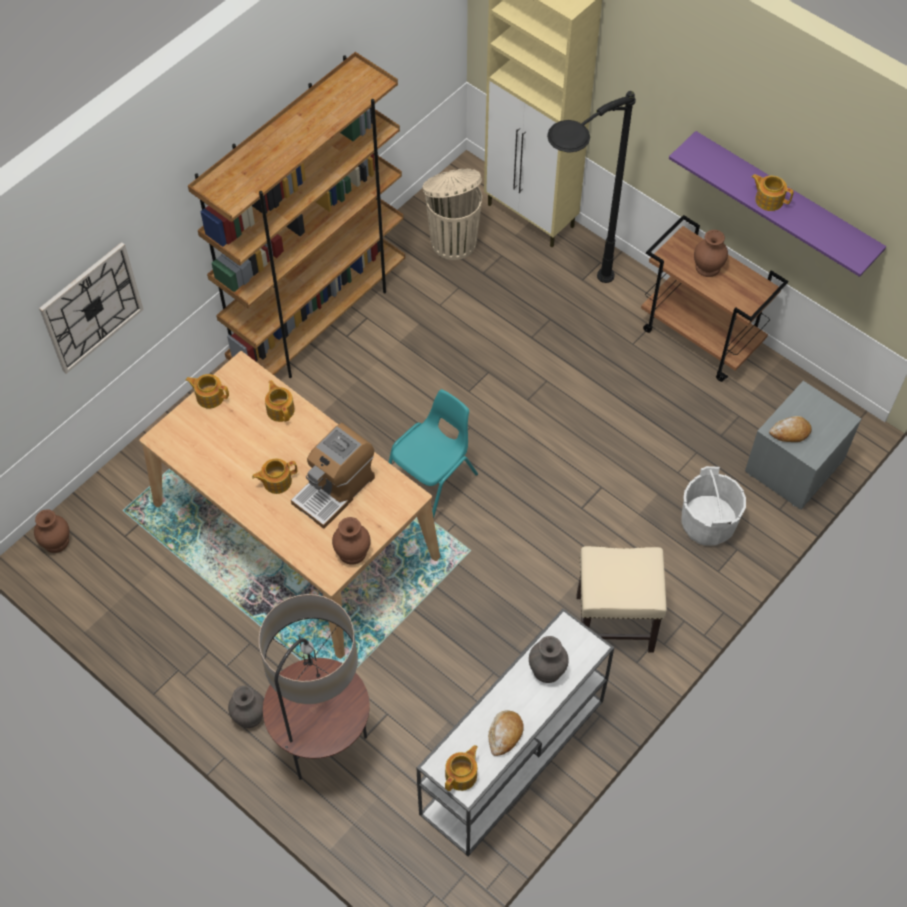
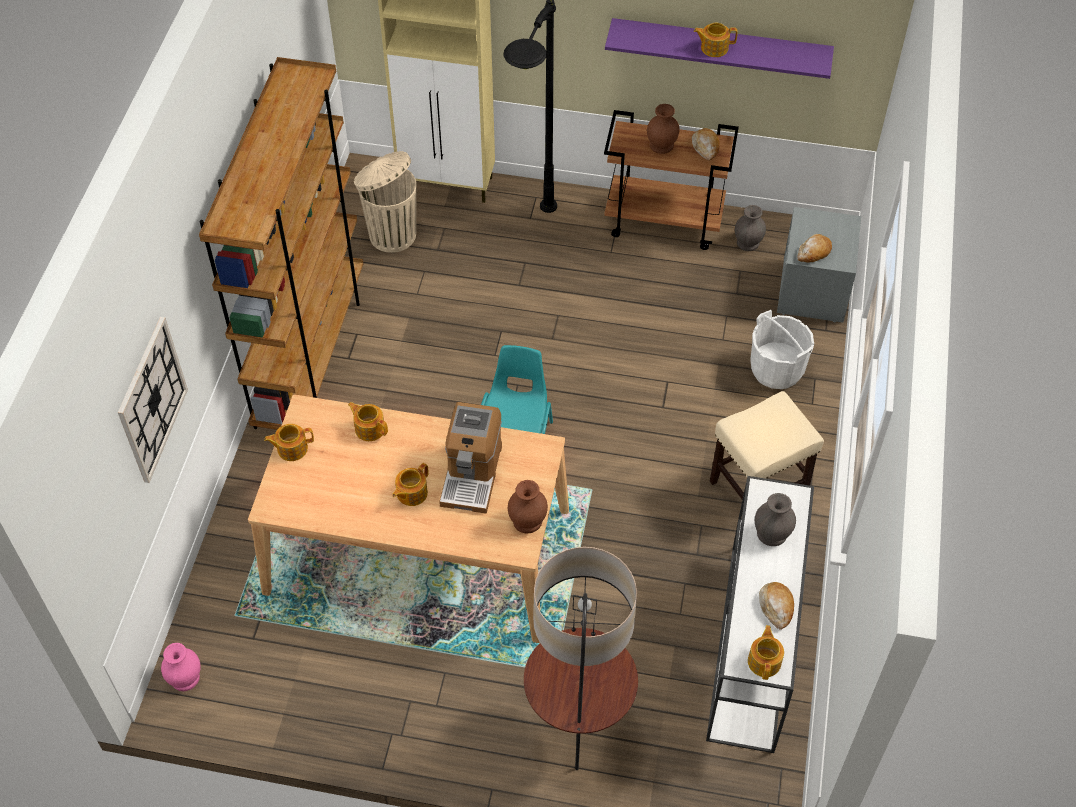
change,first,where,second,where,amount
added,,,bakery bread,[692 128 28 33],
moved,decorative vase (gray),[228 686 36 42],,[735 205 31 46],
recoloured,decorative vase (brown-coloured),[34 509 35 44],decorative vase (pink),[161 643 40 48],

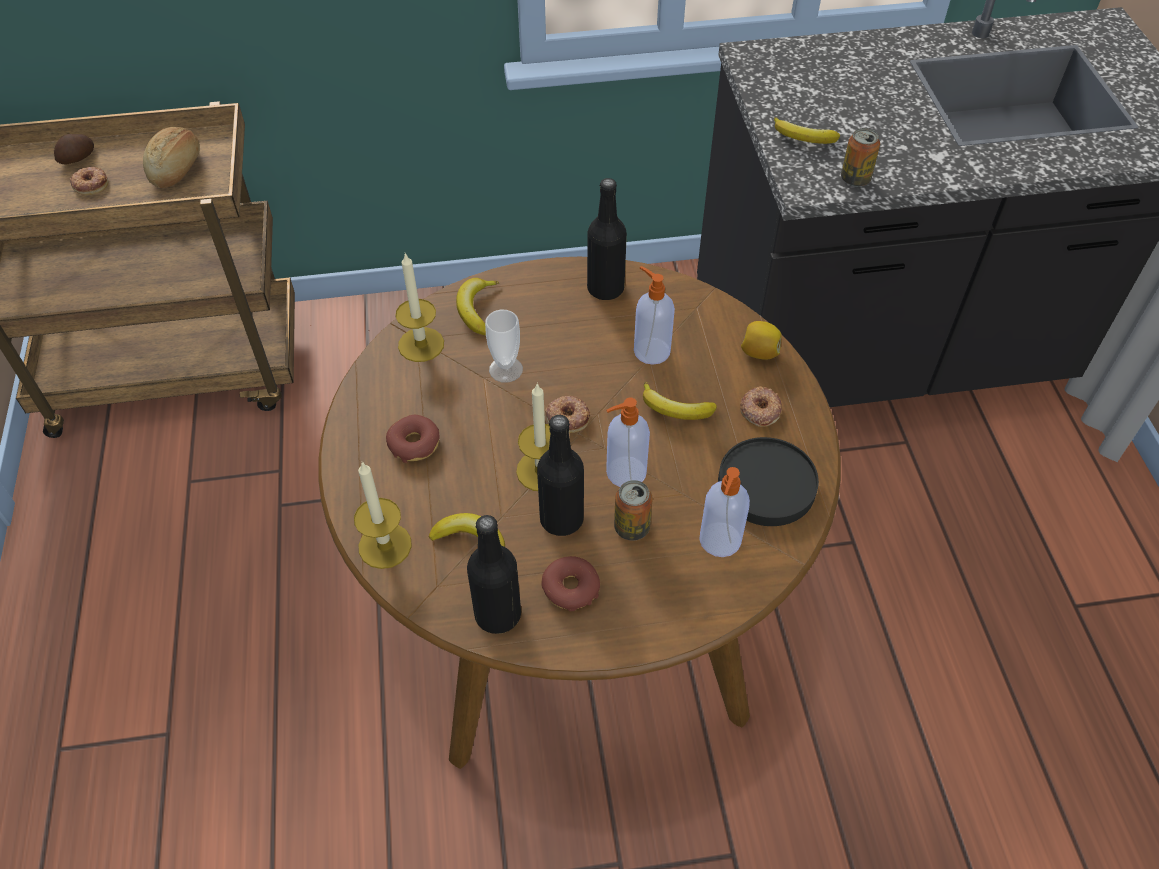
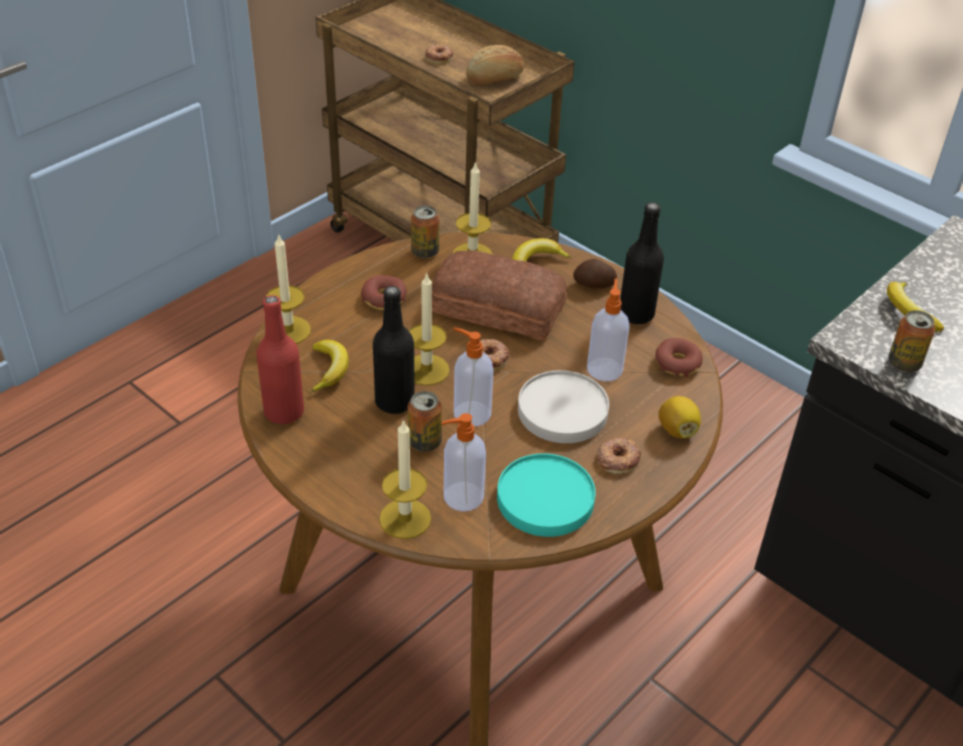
change,first,where,second,where,amount
added,,,wax candle,[379 419 52 120],
added,,,metal can,[411 205 28 53],
moved,spud,[54 134 40 30],,[573 259 44 29],
moved,ring doughnut,[541 556 59 55],,[655 338 48 40],
replaced,cup,[485 310 38 73],bakery bread,[432 251 135 89],
replaced,banana,[643 382 74 38],dinner plate (whitish),[518 370 91 73],
recoloured,bottle (black-coloured),[467 515 54 119],bottle (red-coloured),[256 295 48 129],
recoloured,dinner plate (black-coloured),[718 437 101 89],dinner plate (blue-green),[497 453 99 84],

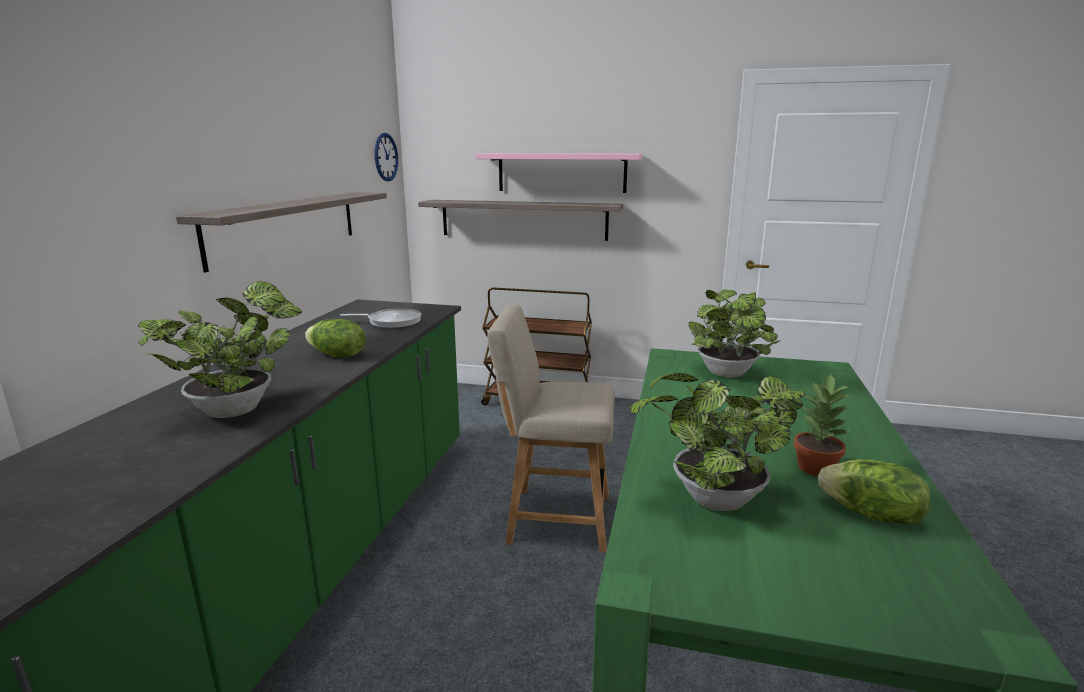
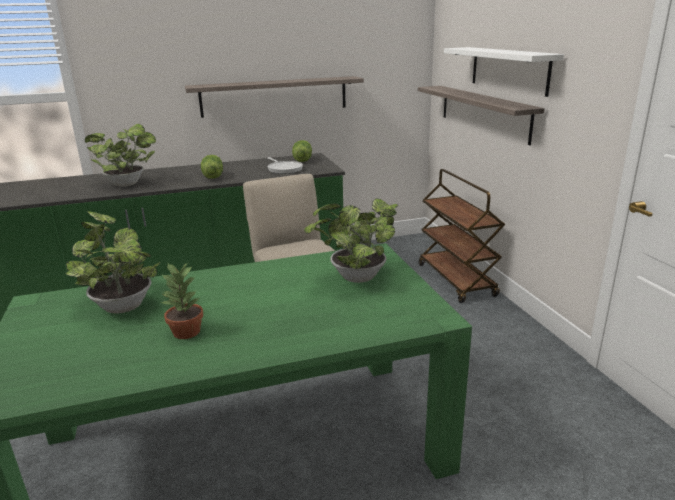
change,first,where,second,where,amount
removed,hanging clock,[375 133 23 48],,,
moved,lettuce head,[818 459 112 66],,[292 140 20 22],
recoloured,shelf (pink),[476 153 166 40],shelf (whitish),[444 47 120 50],

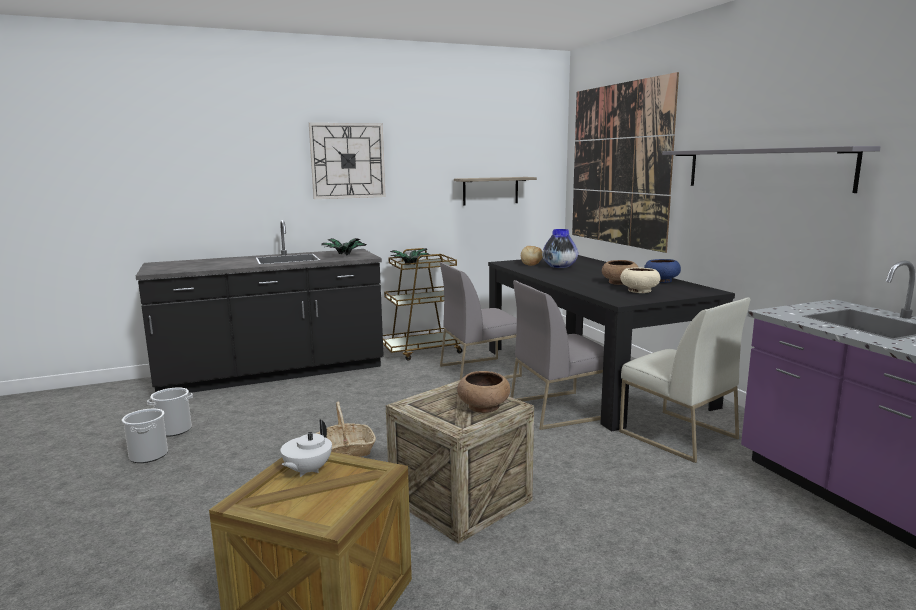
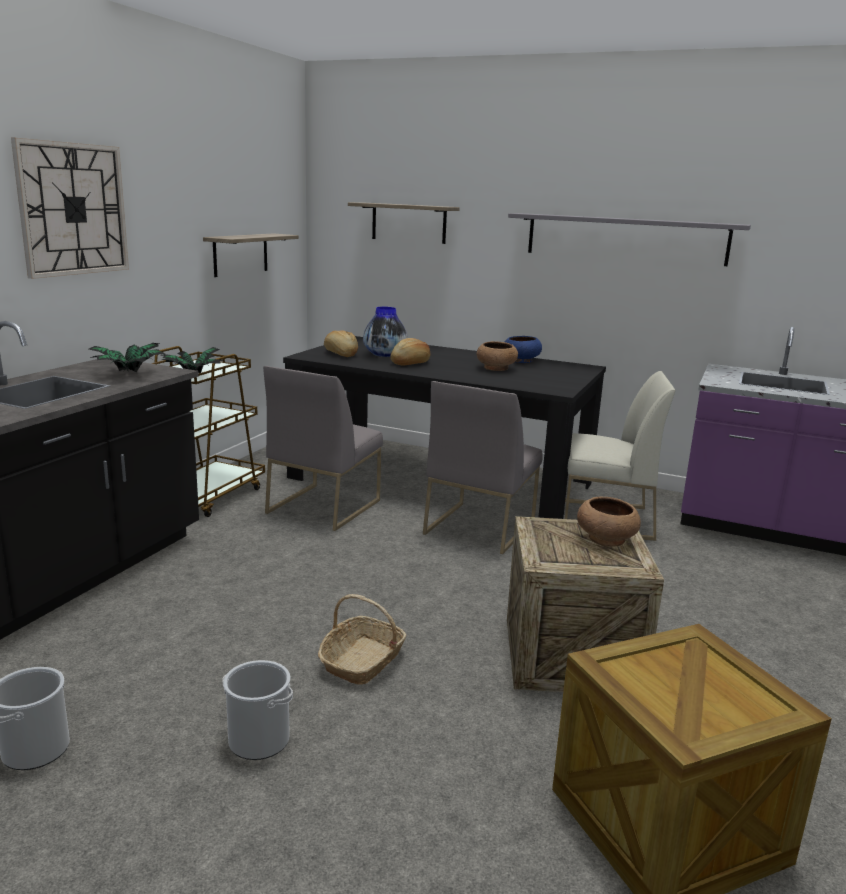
change,first,where,second,where,amount
removed,tea pot (whitish),[281 420 51 57],,,
removed,deep dish (beige),[620 268 40 25],,,
added,,,bakery bread,[390 338 40 28],
moved,pail,[122 409 46 54],,[222 660 71 100],
replaced,wall picture,[572 72 107 181],shelf,[348 202 112 42],

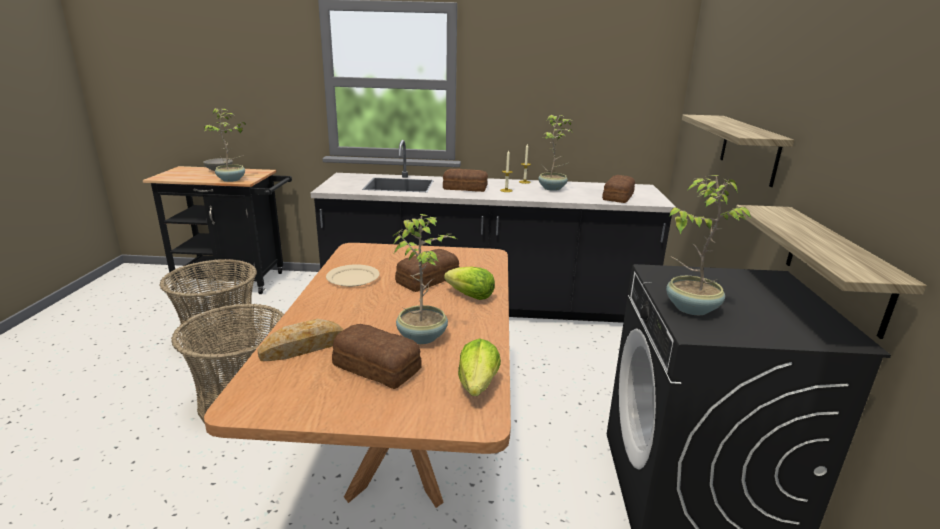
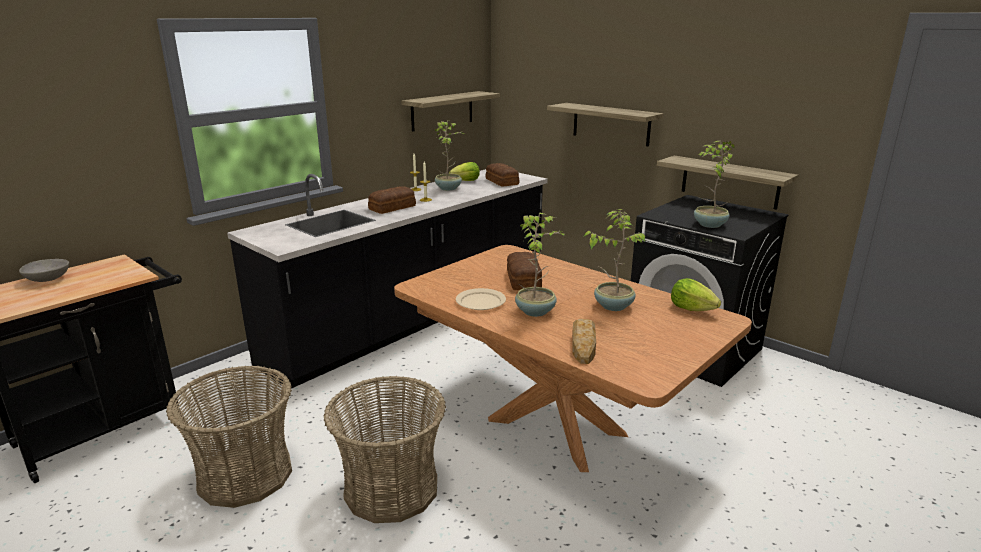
change,first,where,second,where,amount
removed,bakery bread,[332 324 90 65],,,
added,,,shelf,[401 91 99 41],
moved,potted plant,[204 108 42 74],,[515 213 50 104],
moved,lettuce head,[444 267 51 33],,[449 162 31 19],

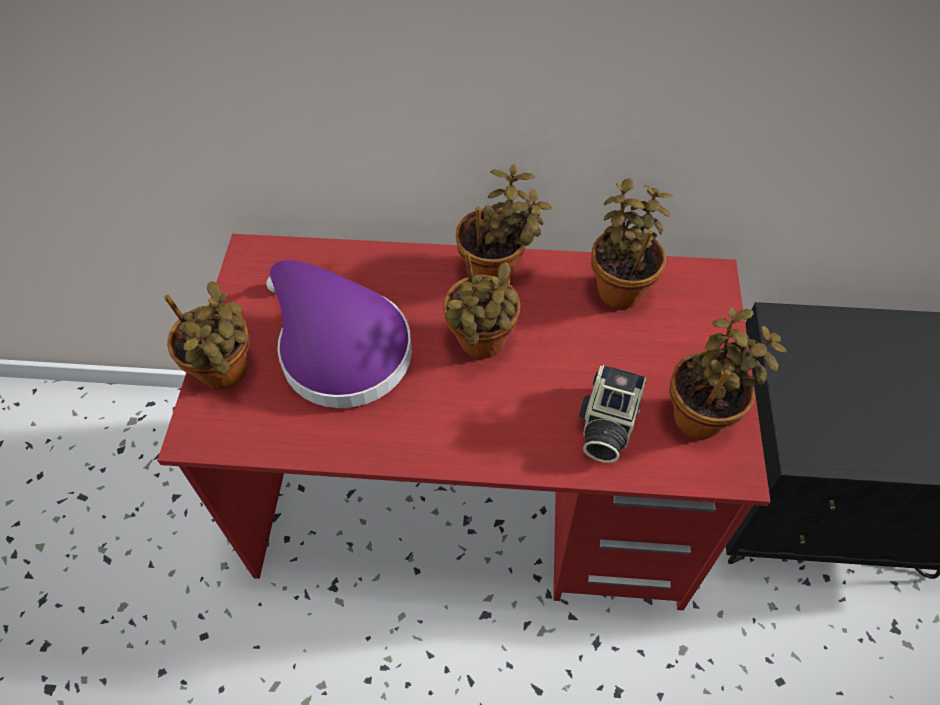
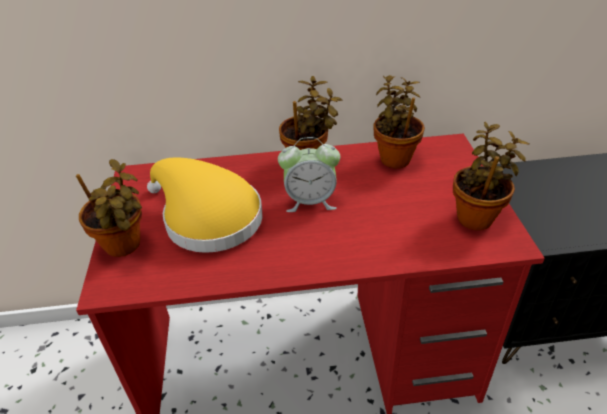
change,first,where,second,where,amount
removed,photo camera,[579 365 68 98],,,
replaced,potted plant,[443 251 77 108],alarm clock,[278 137 62 75],
recoloured,wearable hat (purplish),[267 260 145 148],wearable hat (yellowish),[147 158 116 95],

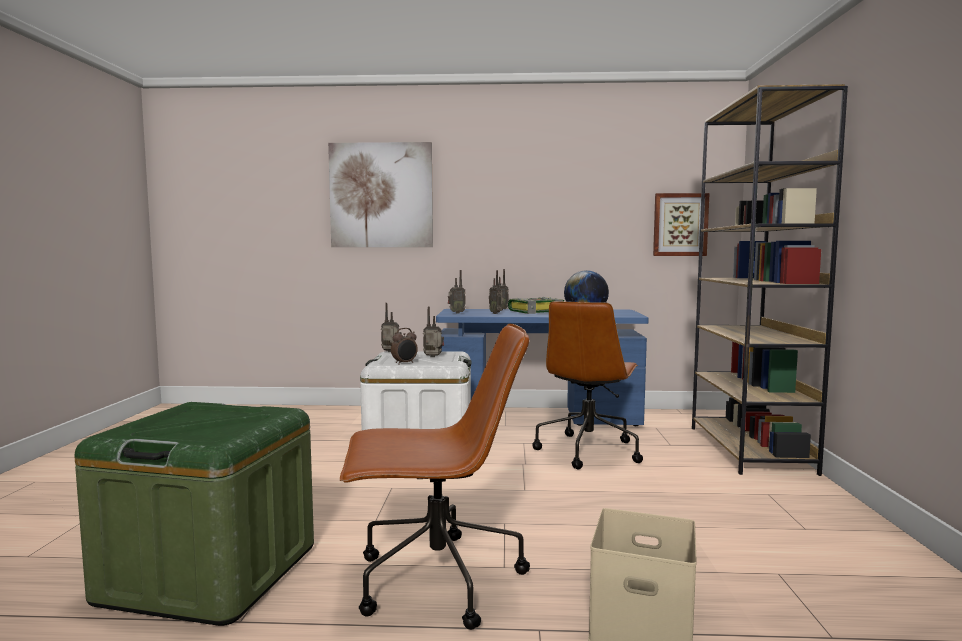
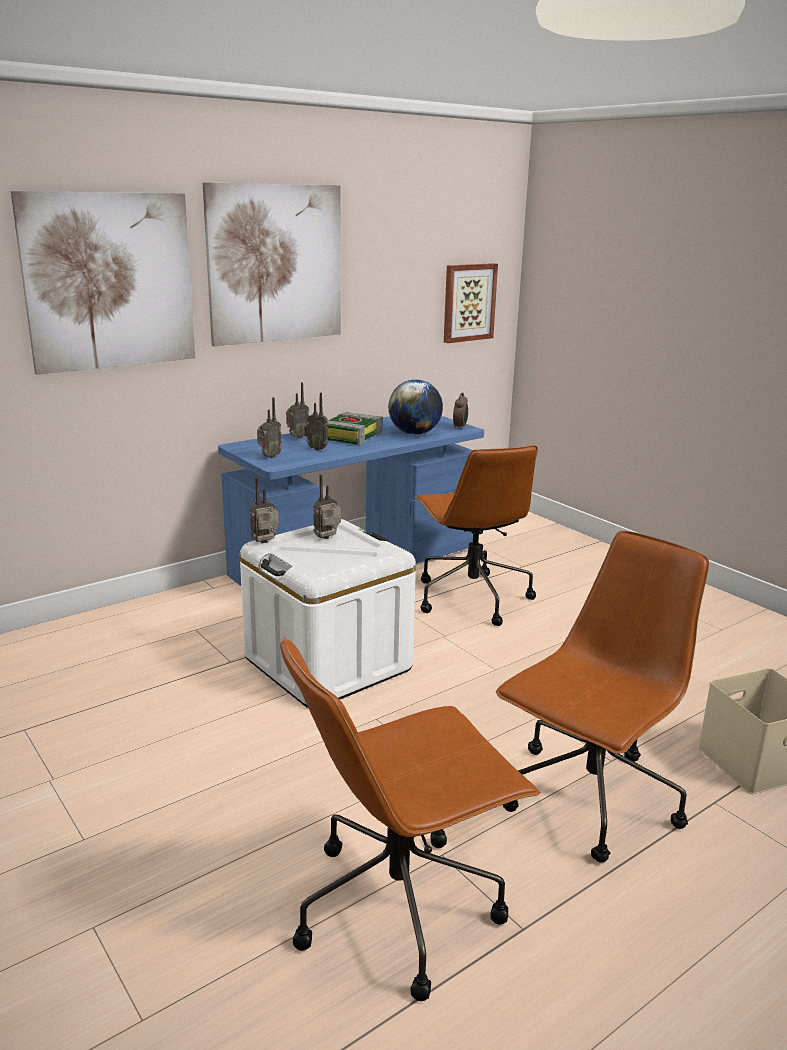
change,first,where,second,where,amount
removed,bookcase (brown-coloured),[692 84 156 392],,,
added,,,wall picture,[203 182 138 164],
moved,alarm clock,[391 328 27 37],,[453 392 15 38],
replaced,storage box (greenish),[74 402 240 224],computer chair (brown-coloured),[280 637 261 364],

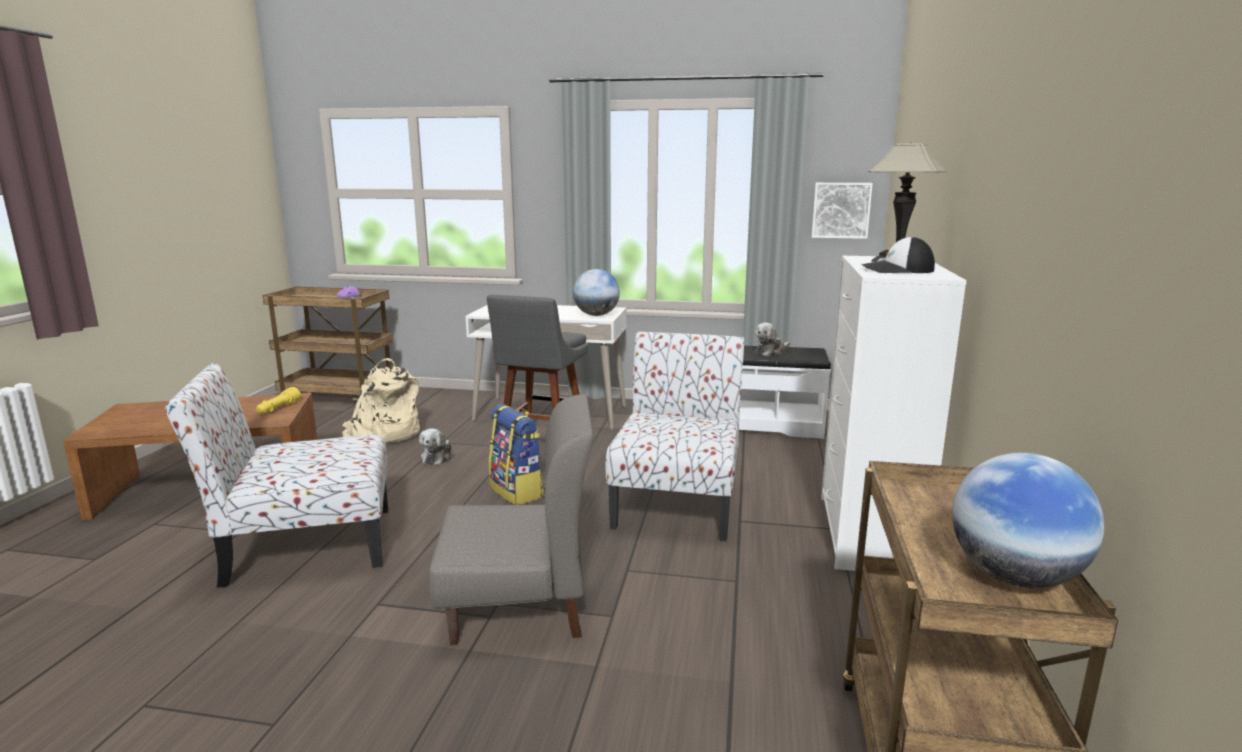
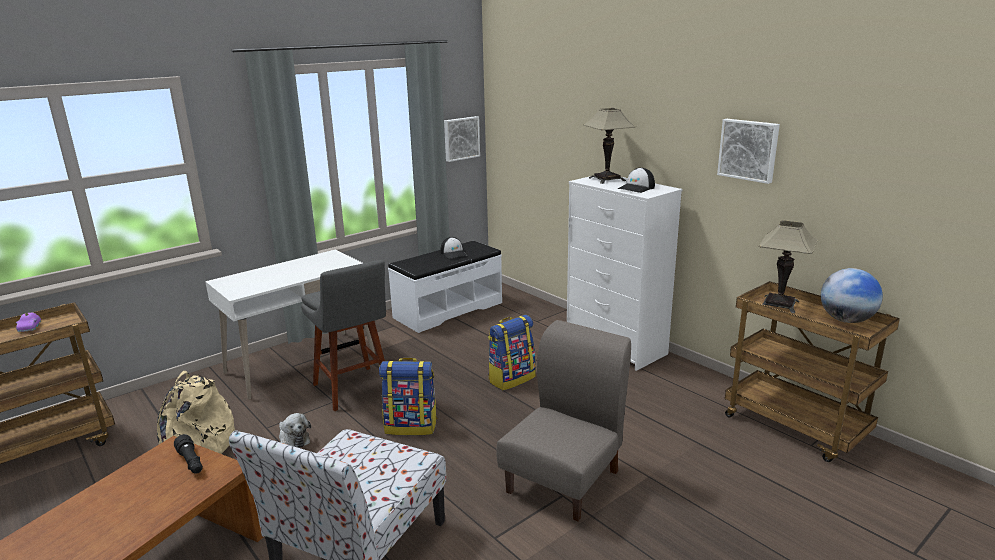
change,first,where,second,where,amount
removed,desk globe,[573 269 47 47],,,
added,,,wall picture,[717 119 63 65],
added,,,tabletop lamp,[759 220 59 94],
replaced,chair,[606 332 138 209],backpack,[488 315 48 76],
replaced,cuddly toy,[755 323 35 33],peaked cap,[440 237 27 21],
recoloured,hand torch (yellowish),[256 387 45 27],hand torch (black-coloured),[174 434 29 40],

